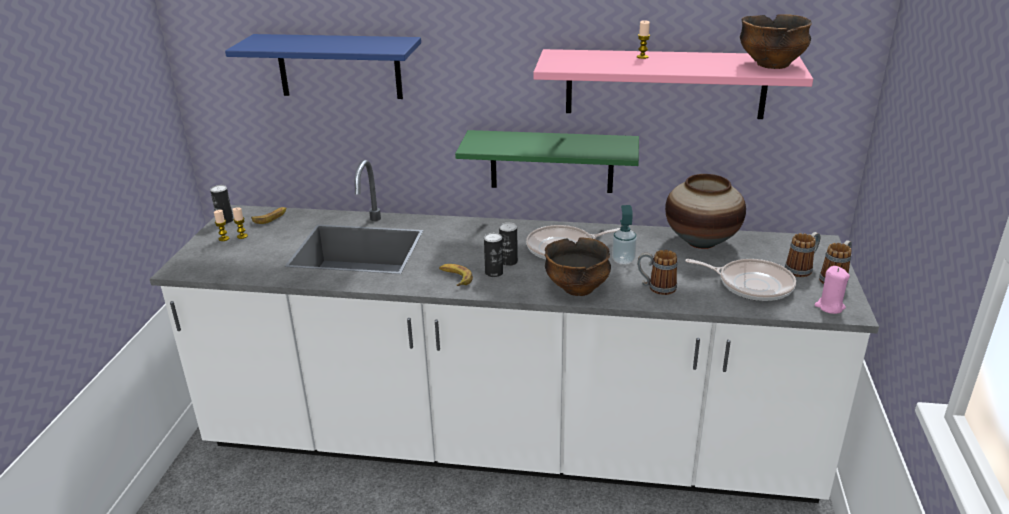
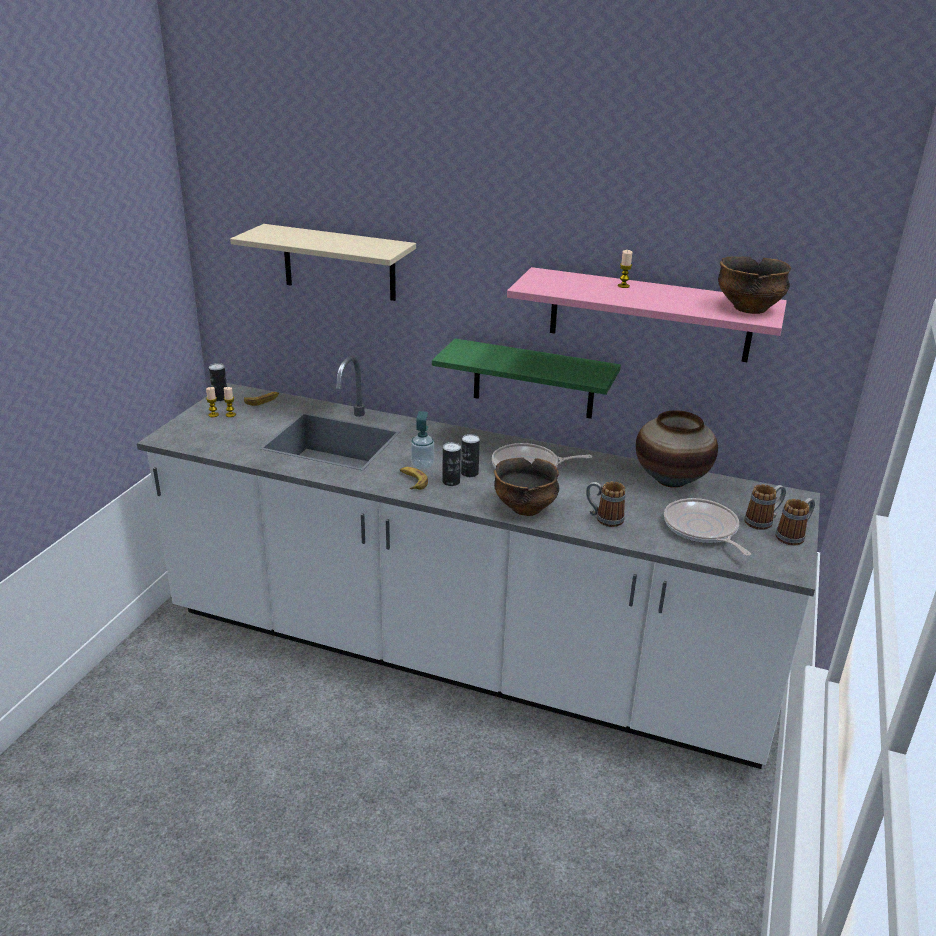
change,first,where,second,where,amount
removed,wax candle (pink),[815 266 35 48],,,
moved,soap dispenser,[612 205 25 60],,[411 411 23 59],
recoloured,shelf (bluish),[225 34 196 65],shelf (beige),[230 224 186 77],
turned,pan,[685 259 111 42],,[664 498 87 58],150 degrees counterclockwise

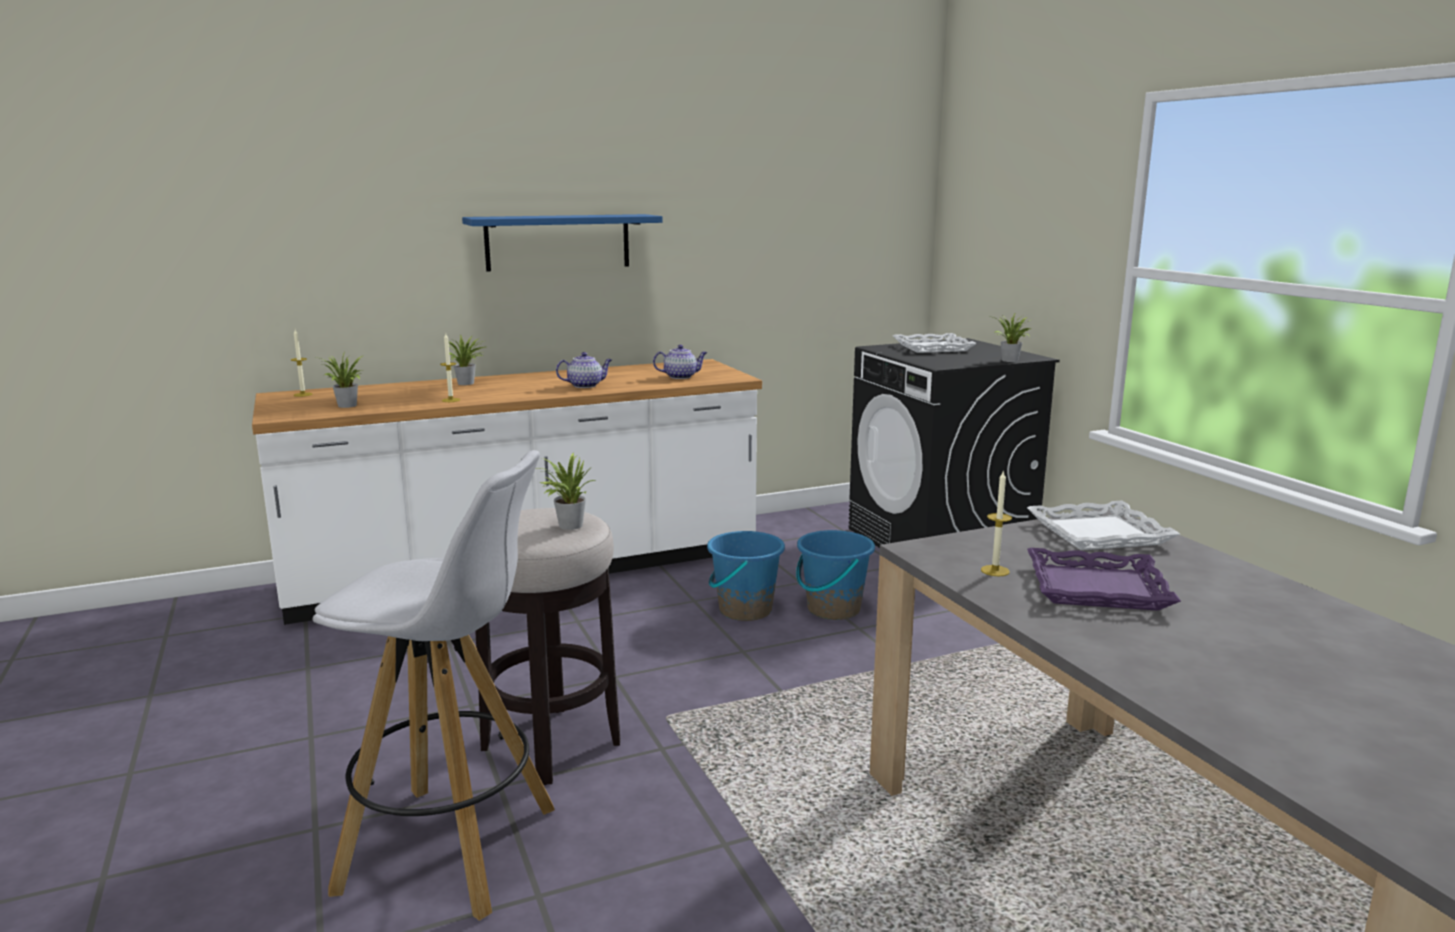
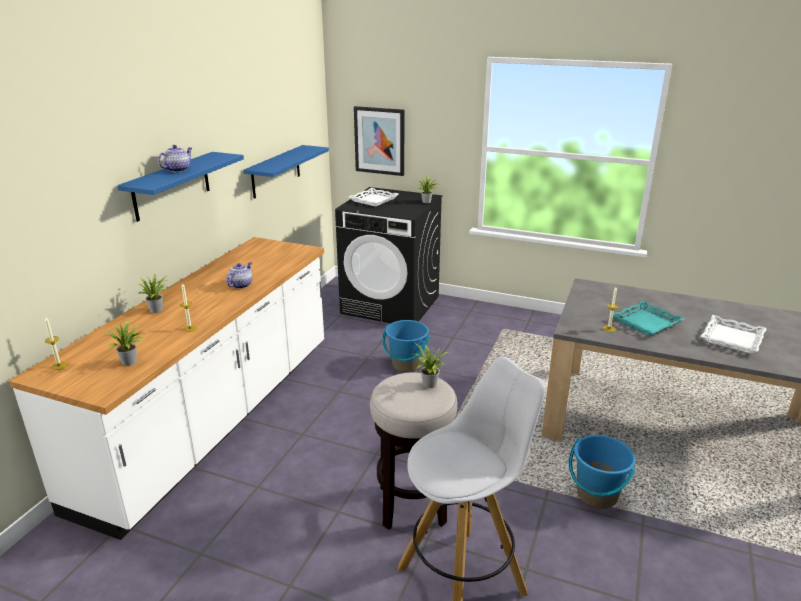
change,first,where,second,where,amount
added,,,shelf (bluish),[243 145 86 54],
added,,,wall picture,[354 106 50 70],
moved,tea pot,[653 345 54 34],,[158 145 34 27],
moved,pail (bluish),[707 531 78 90],,[569 435 67 74],
moved,carrying tray (whitish),[1027 501 153 49],,[701 315 66 38],
recoloured,carrying tray (purplish),[1027 548 154 63],carrying tray (blue-green),[613 301 72 35],

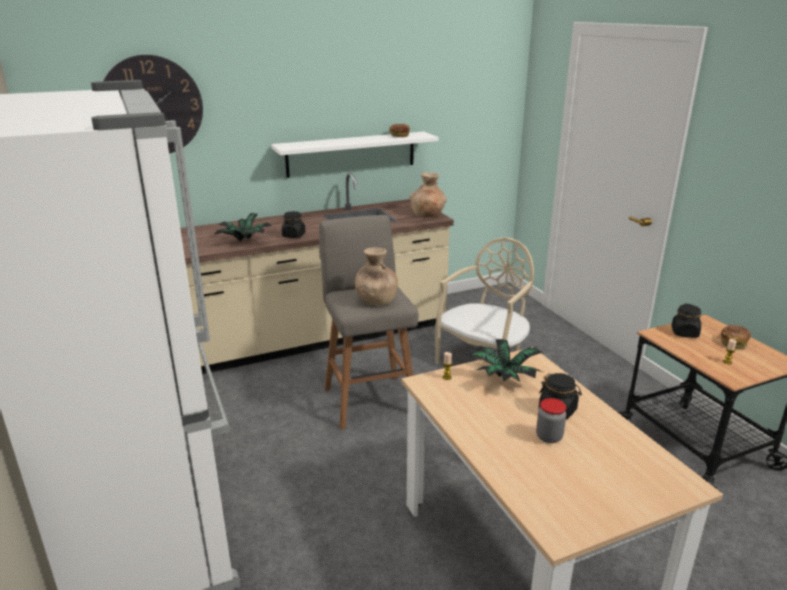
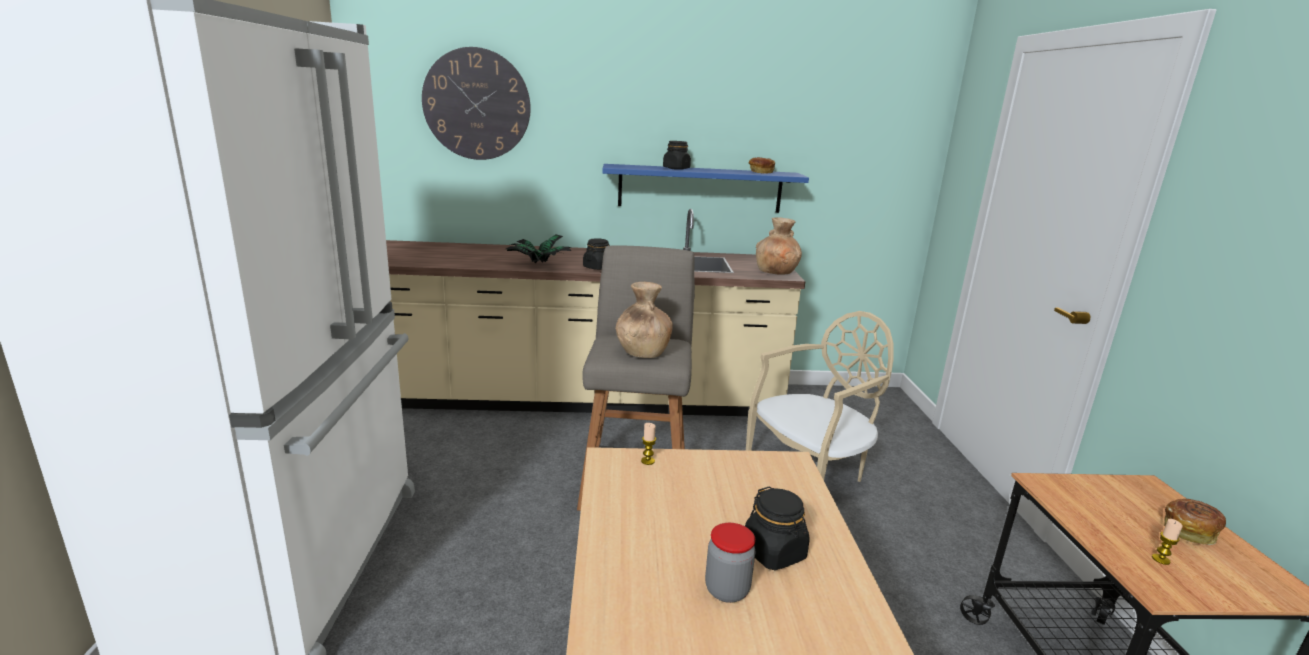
change,first,where,second,where,amount
removed,potted plant,[469 339 74 43],,,
moved,preserve jar (black-coloured),[671 304 30 34],,[663 141 28 29],
recoloured,shelf (whitish),[271 132 168 46],shelf (bluish),[602 164 207 49],

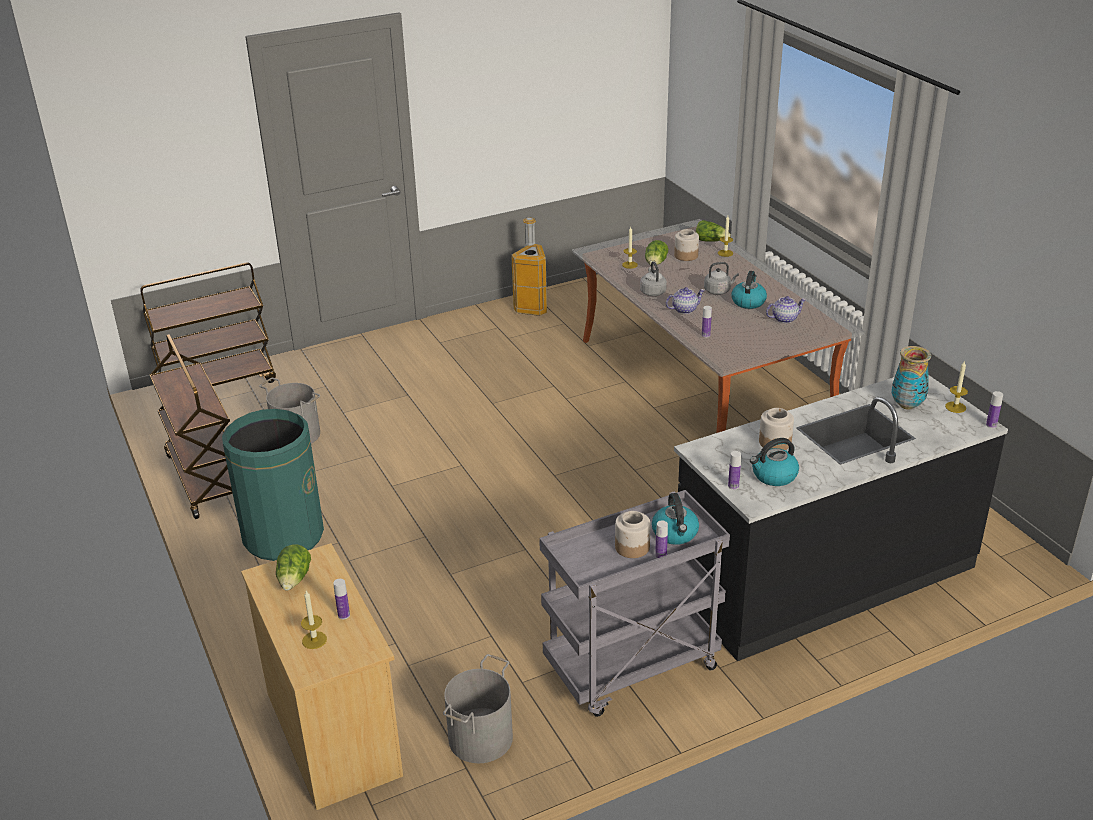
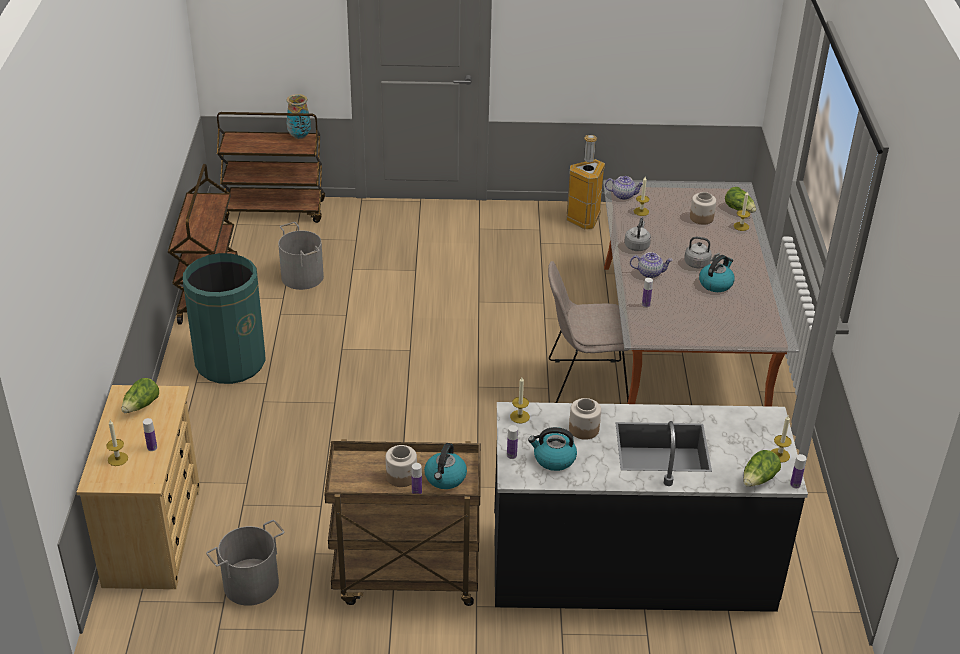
change,first,where,second,where,amount
added,,,wax candle,[510 377 20 46],
added,,,chair (beige),[548 261 81 142],
moved,lettuce head,[645 240 23 26],,[743 450 38 37],
moved,tea pot,[766 296 40 27],,[605 176 38 24],
moved,decorative vase,[891 346 40 64],,[287 94 24 45],
recoloured,trolley (gray),[539 490 191 227],trolley (brown-coloured),[324 439 157 167],

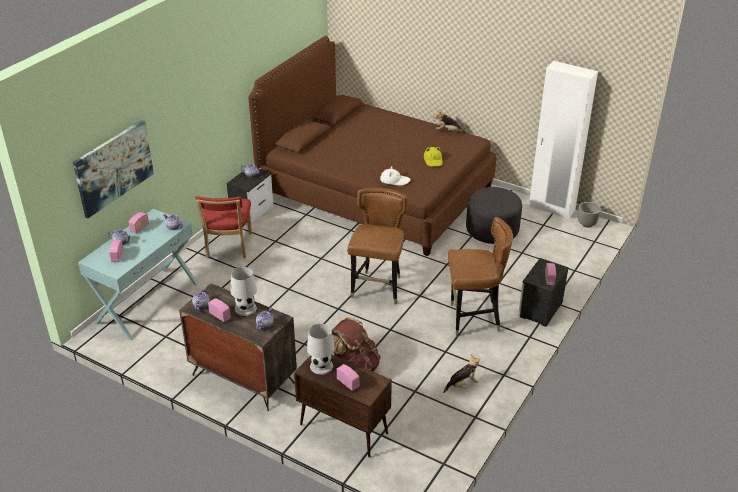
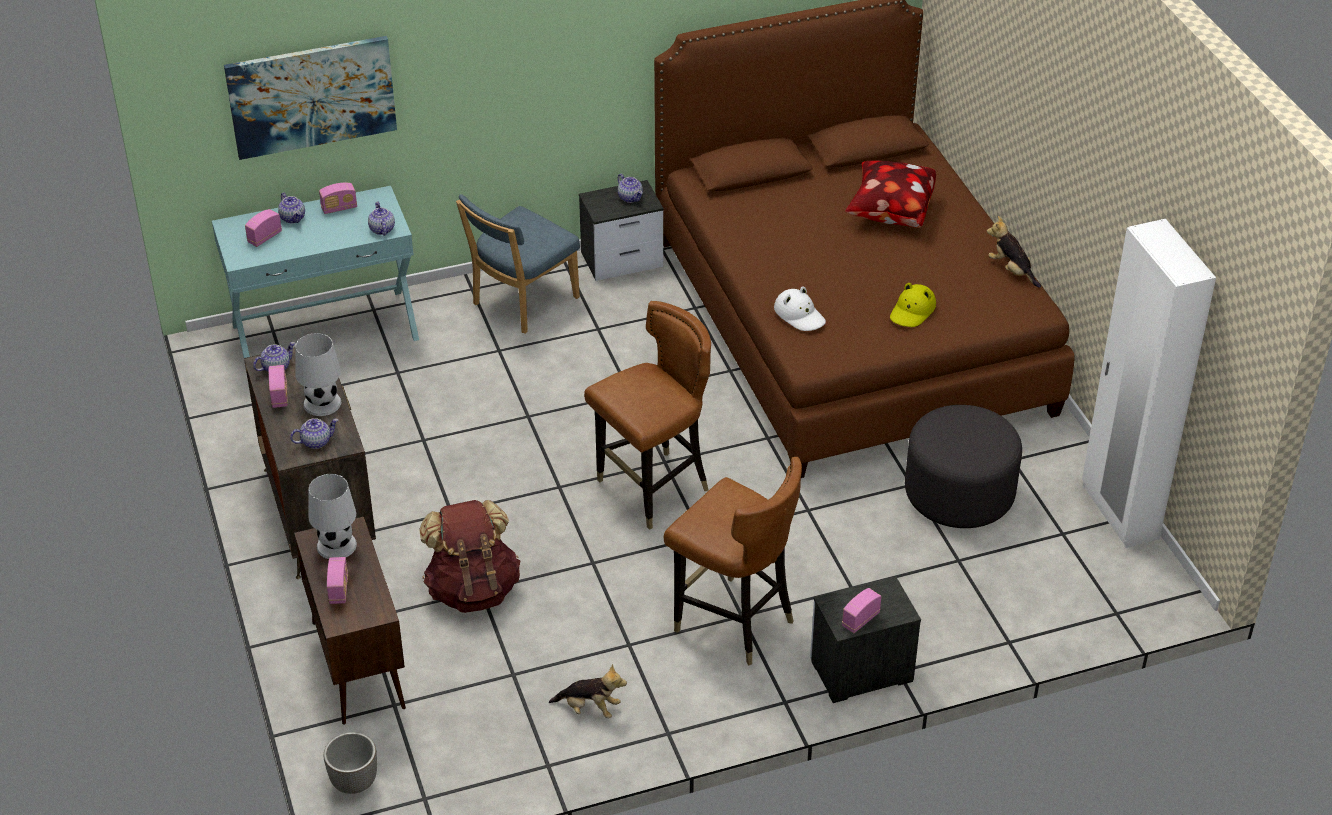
change,first,where,second,where,amount
added,,,pillow,[845 160 91 68],
moved,flower pot,[578 202 23 26],,[324 732 53 62],
recoloured,chair (red-coloured),[195 196 57 62],chair (bluish),[456 194 124 140],

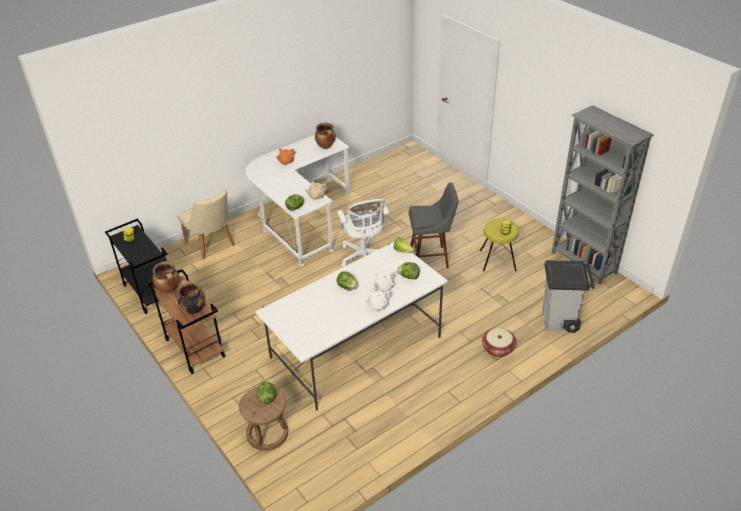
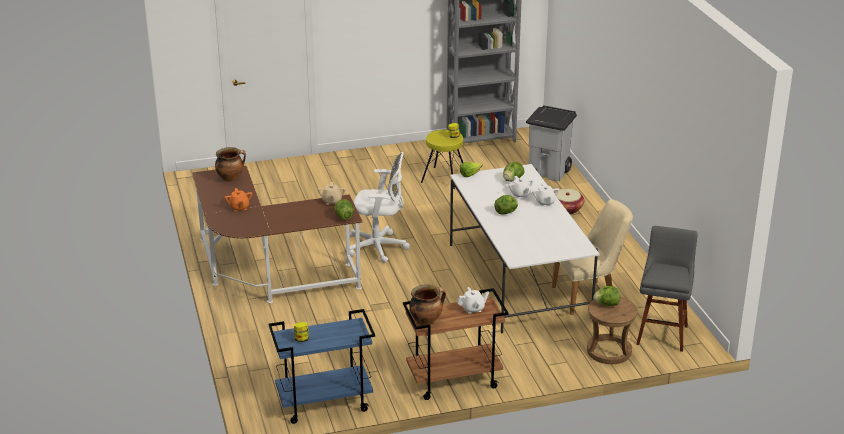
change,first,where,second,where,amount
moved,chair (beige),[177 189 58 70],,[552 199 81 116],
moved,stool (gray),[409 182 50 86],,[636 226 61 126],
replaced,cooking pot,[177 280 28 34],tea pot (whitish),[457 287 32 27],
recoloured,trolley (black-coloured),[105 219 63 95],trolley (bluish),[268 309 107 115],
recoloured,desk unit (whitish),[246 135 104 131],desk unit (brown-coloured),[192 166 171 137],

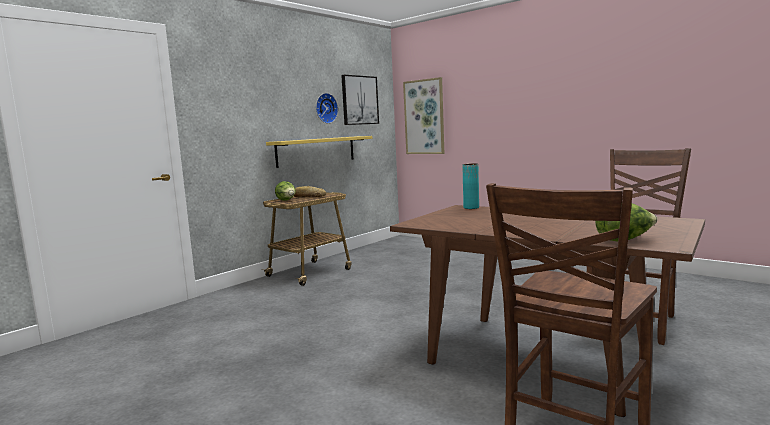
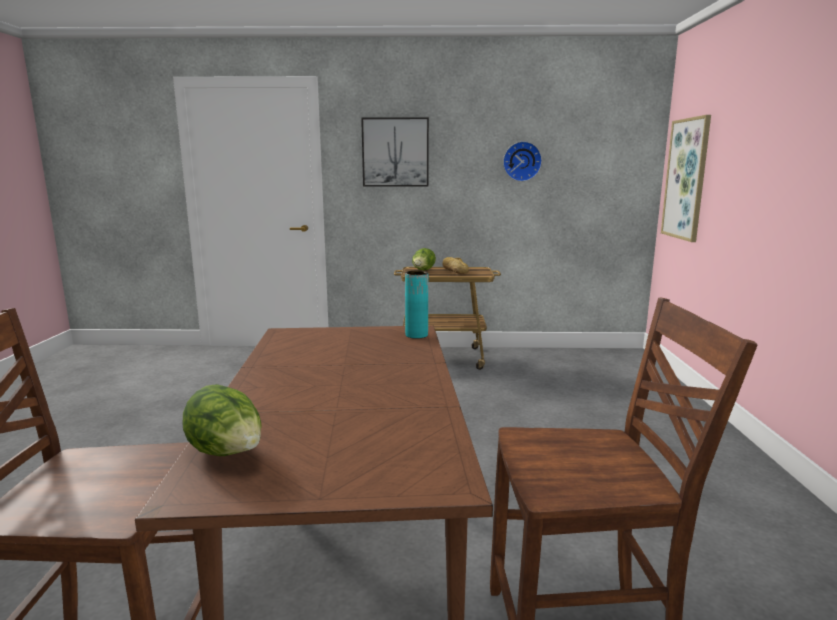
change,first,where,second,where,amount
removed,shelf (yellowish),[266 136 106 32],,,
moved,wall picture,[341 75 38 50],,[361 117 68 69],

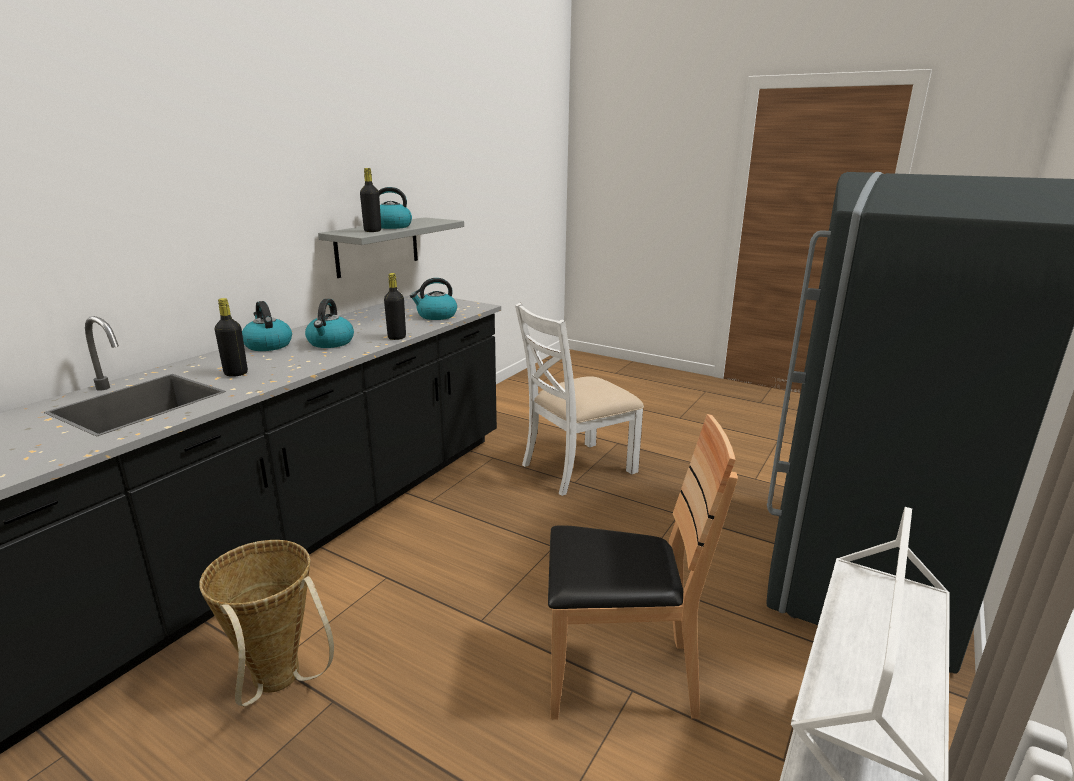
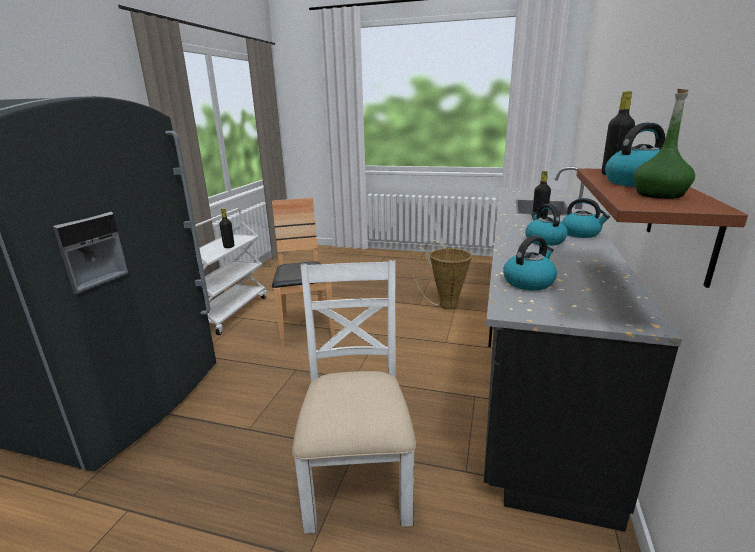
change,first,where,second,where,amount
added,,,bottle (greenish),[634 88 61 111],
moved,bottle (black-coloured),[384 273 22 67],,[219 208 15 40],
recoloured,shelf (gray),[318 217 146 61],shelf (brown-coloured),[576 168 172 120],
turned,chair (whitish),[515 303 129 193],,[292 260 124 273],45 degrees counterclockwise
turned,chair (brown-coloured),[548 414 190 306],,[272 198 63 148],90 degrees clockwise

